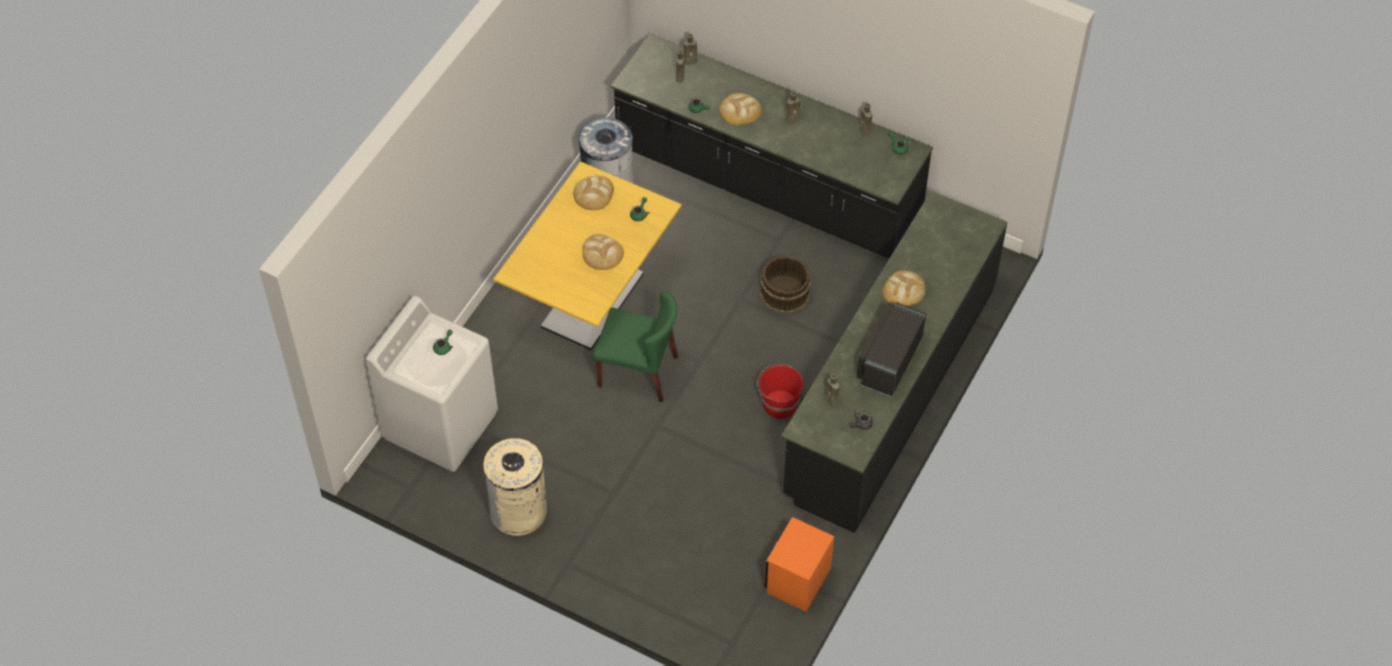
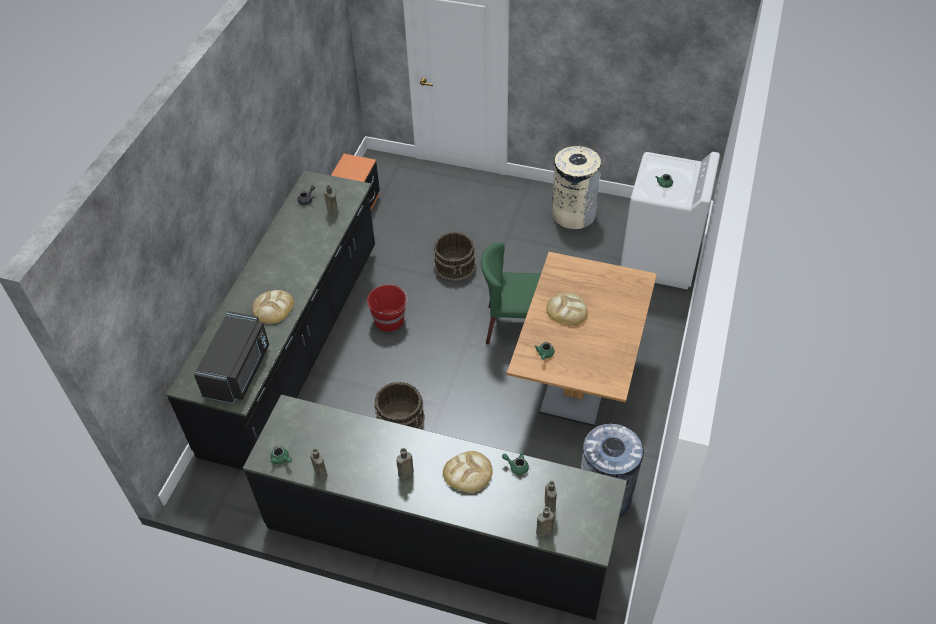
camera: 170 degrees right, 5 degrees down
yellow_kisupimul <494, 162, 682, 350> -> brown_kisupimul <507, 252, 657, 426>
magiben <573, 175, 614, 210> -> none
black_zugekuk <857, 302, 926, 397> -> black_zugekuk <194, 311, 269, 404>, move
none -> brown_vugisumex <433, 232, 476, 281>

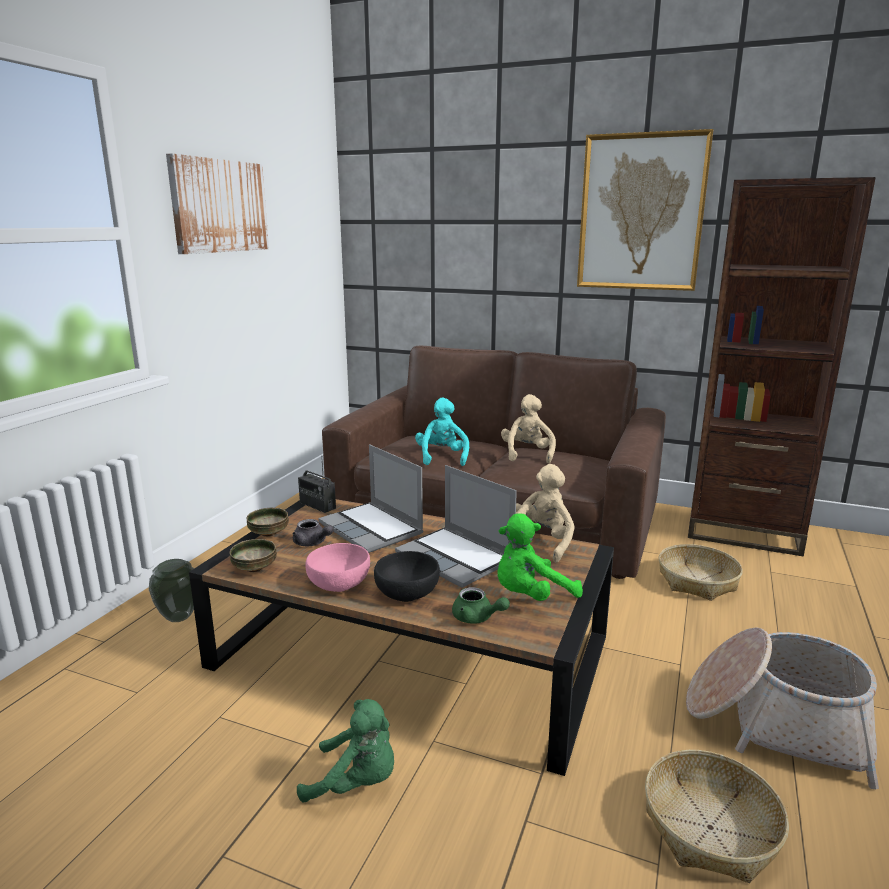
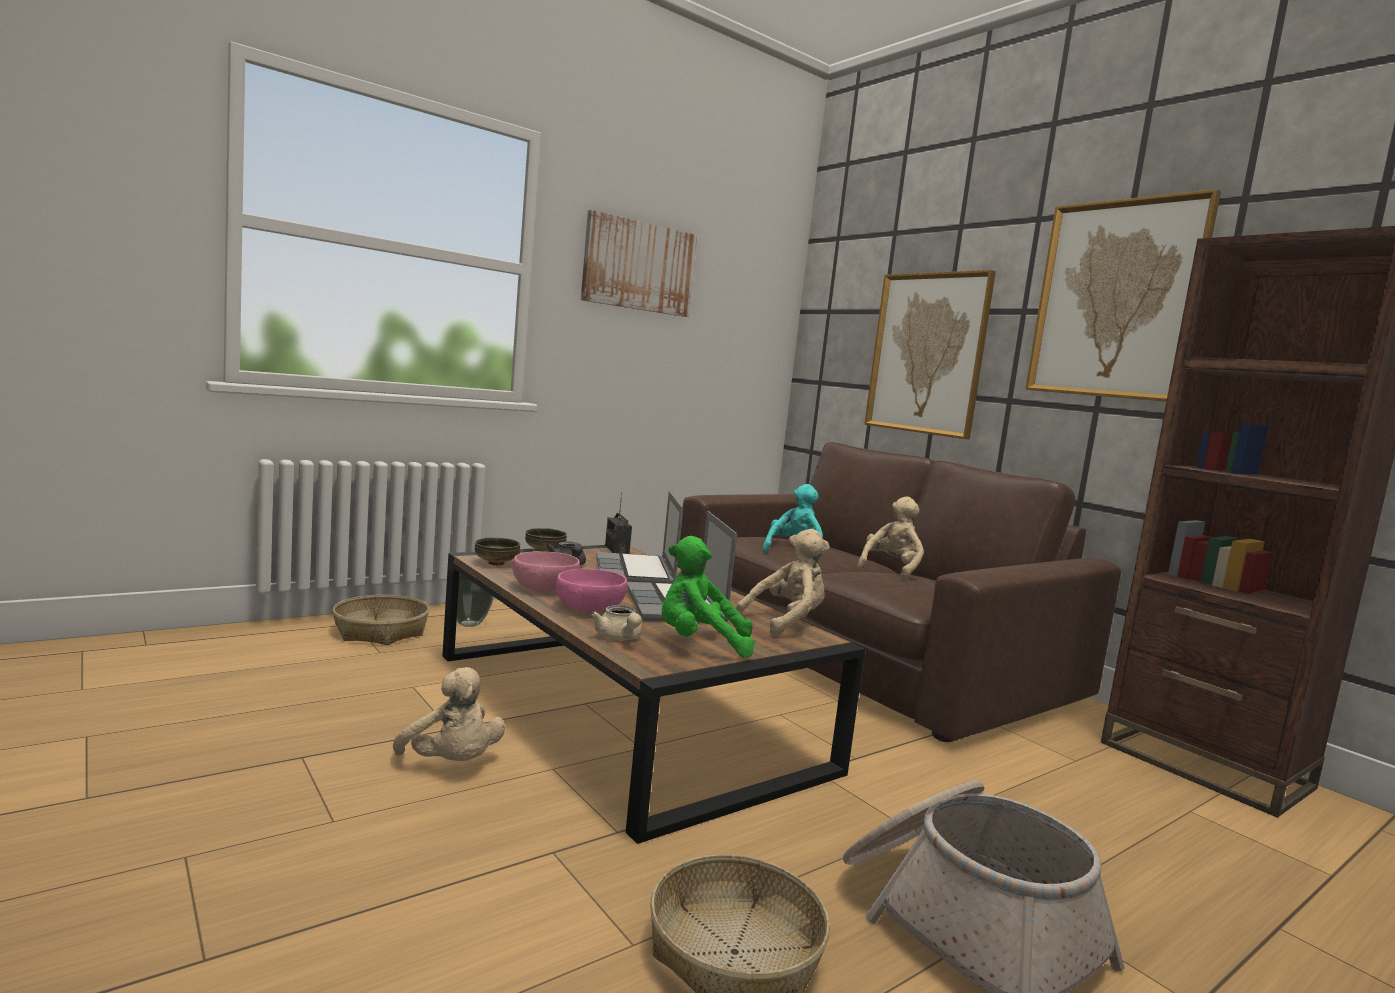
camera: 30 degrees right, 10 degrees down
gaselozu <659, 544, 743, 601> -> gaselozu <333, 595, 429, 645>, move
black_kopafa <374, 551, 440, 602> -> pink_kopafa <556, 569, 628, 613>
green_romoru <452, 587, 510, 624> -> beige_romoru <591, 605, 642, 640>
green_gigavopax <297, 699, 394, 803> -> beige_gigavopax <393, 667, 505, 761>
none -> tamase <864, 270, 996, 439>

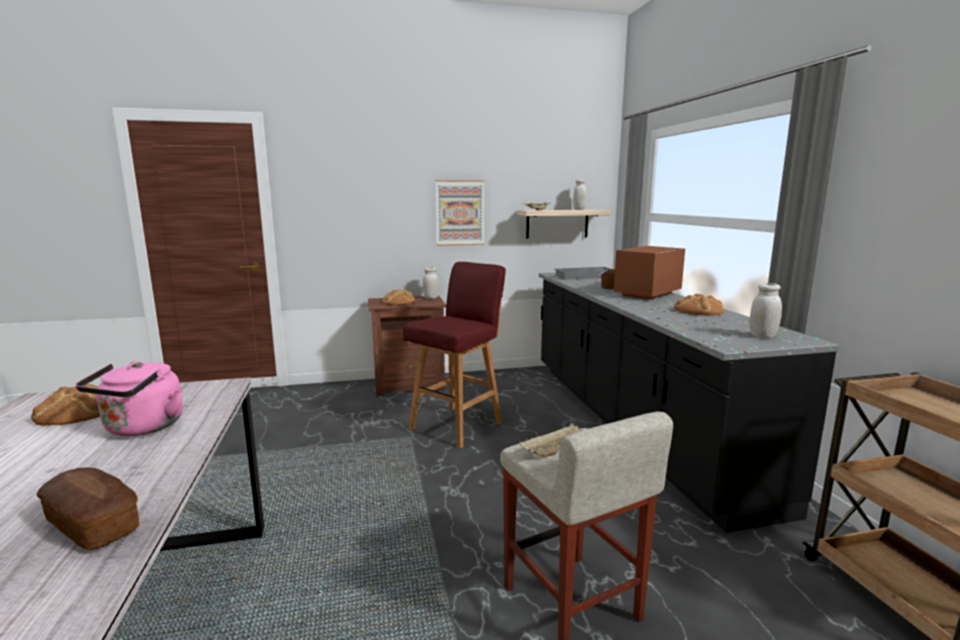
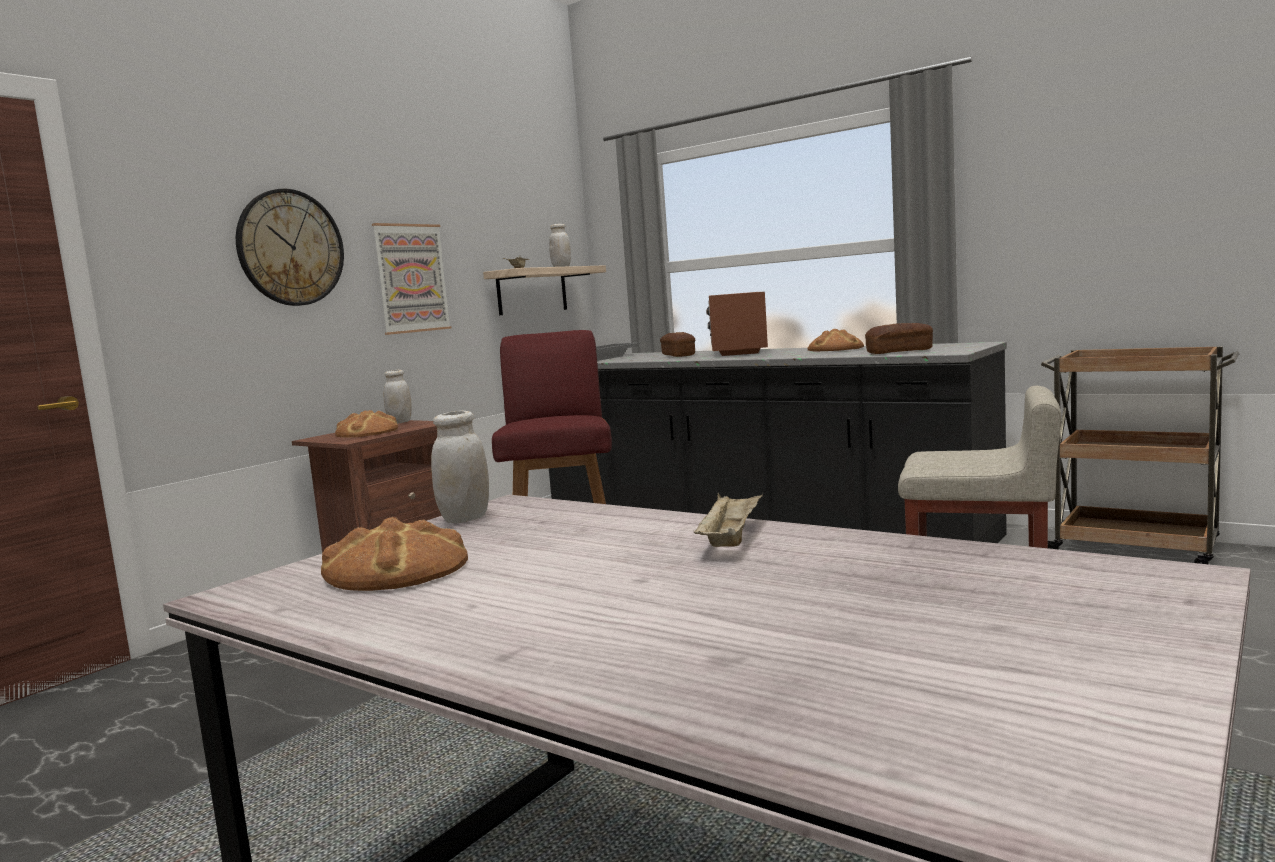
camera: 40 degrees left, 5 degrees down
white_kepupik <749, 283, 782, 338> -> white_kepupik <431, 411, 489, 523>, move
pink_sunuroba <75, 361, 183, 436> -> none
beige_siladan <519, 423, 582, 457> -> beige_siladan <694, 493, 763, 547>, move
magiben <36, 467, 139, 550> -> magiben <865, 323, 933, 354>, move
none -> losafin <236, 189, 344, 306>

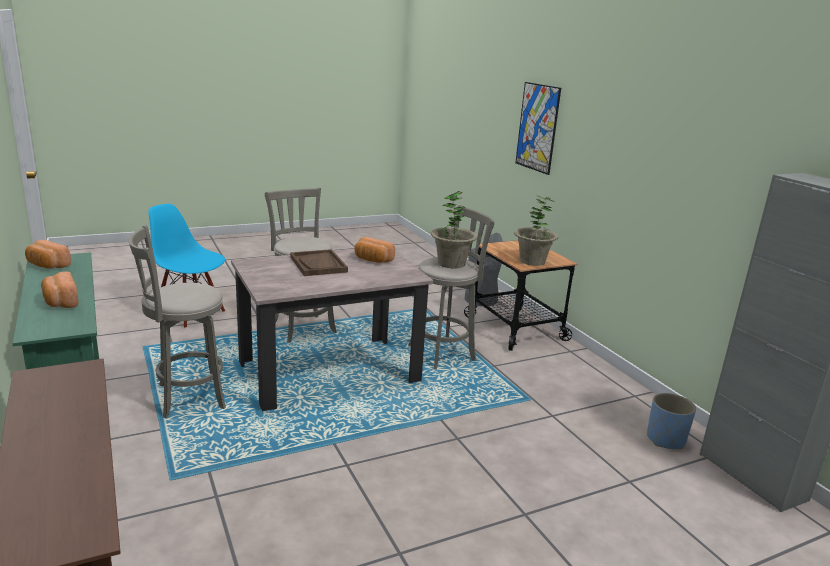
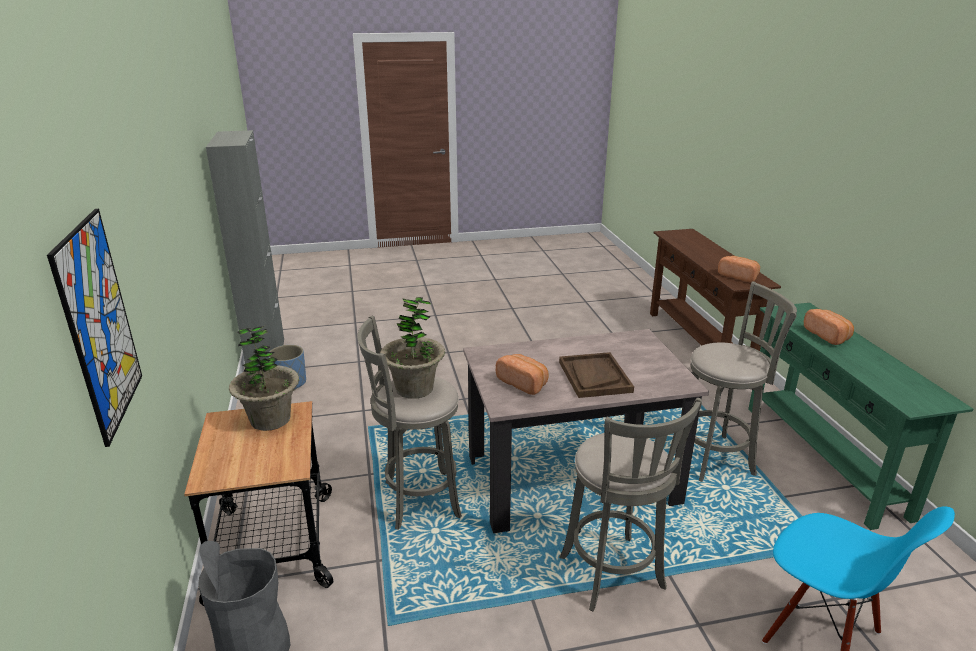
camera: 165 degrees left, 5 degrees up
magiben <25, 240, 71, 269> -> magiben <718, 256, 760, 282>, move

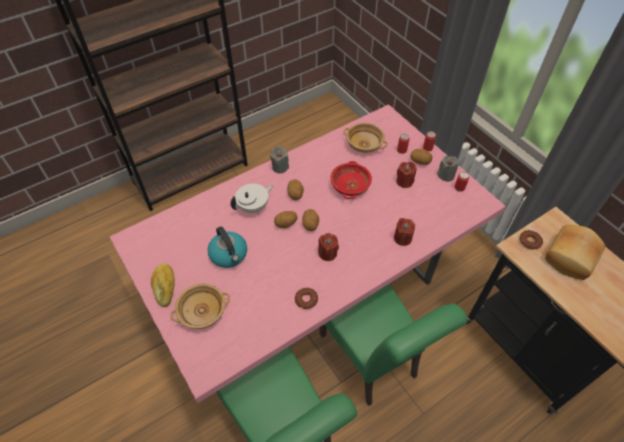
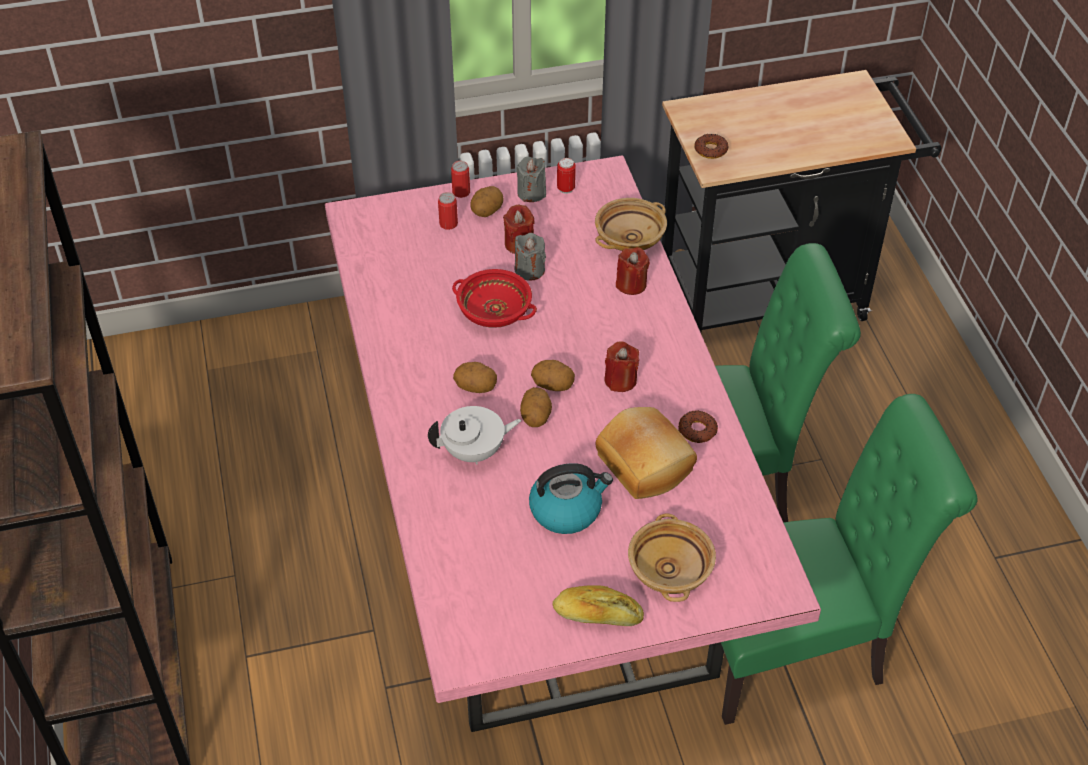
camera: 70 degrees left, 5 degrees down
beige_kopafa <344, 123, 388, 153> -> beige_kopafa <595, 198, 667, 251>, move
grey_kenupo <270, 146, 289, 173> -> grey_kenupo <515, 233, 546, 281>, move
white_romoru <230, 184, 274, 213> -> white_romoru <428, 406, 521, 465>, 90 degrees clockwise
magiben <545, 225, 605, 280> -> magiben <595, 407, 697, 499>, move

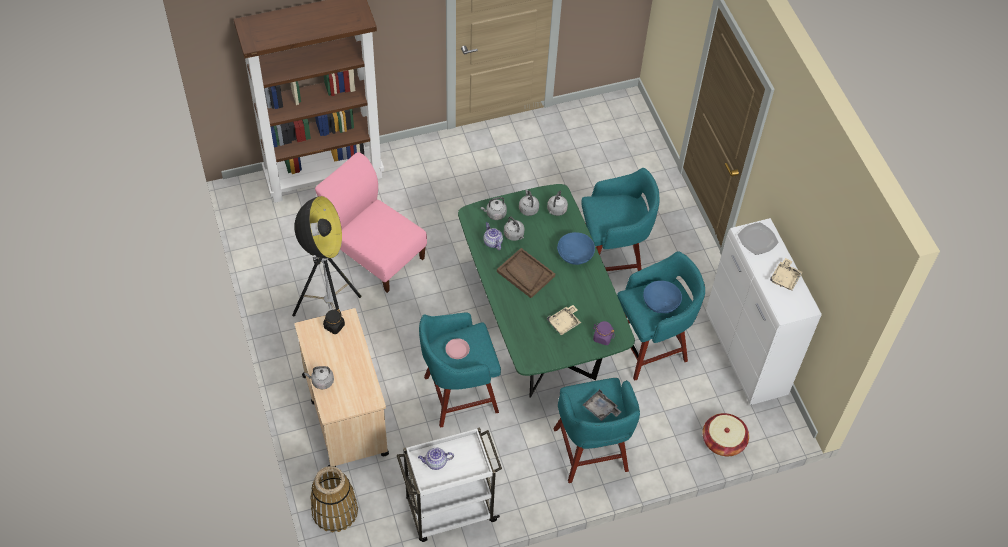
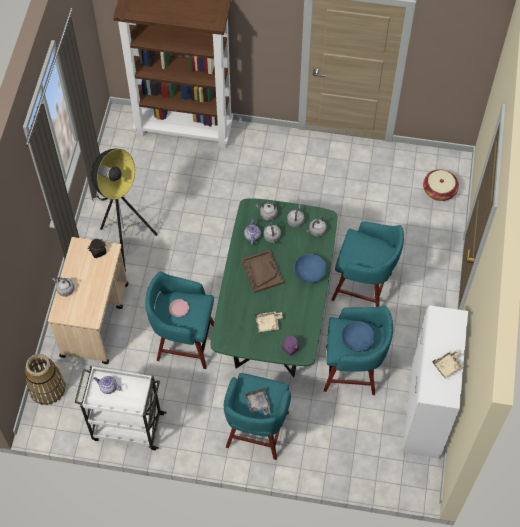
camera: 30 degrees right, 5 degrees up
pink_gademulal <315, 152, 427, 293> -> none
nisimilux <738, 222, 779, 255> -> none
gaselozu <702, 413, 749, 456> -> gaselozu <423, 169, 459, 201>, move

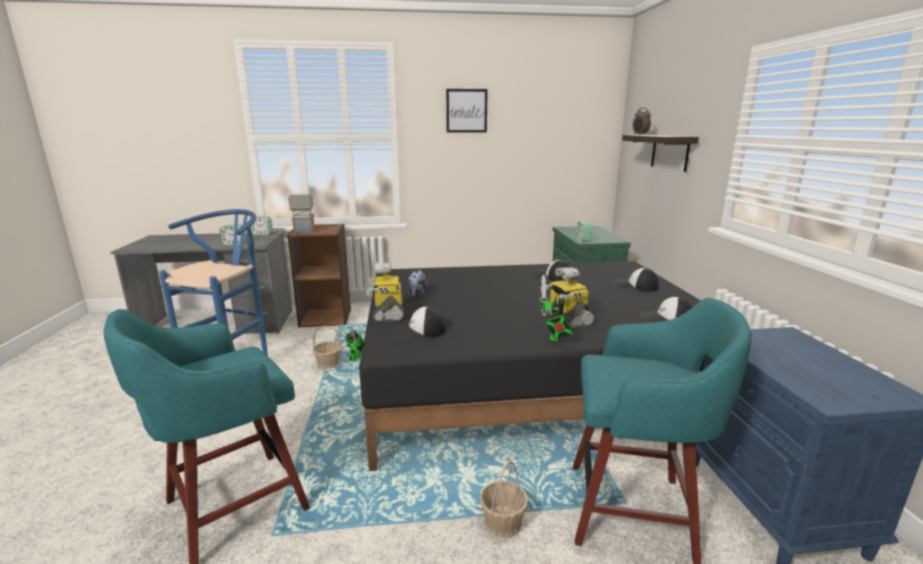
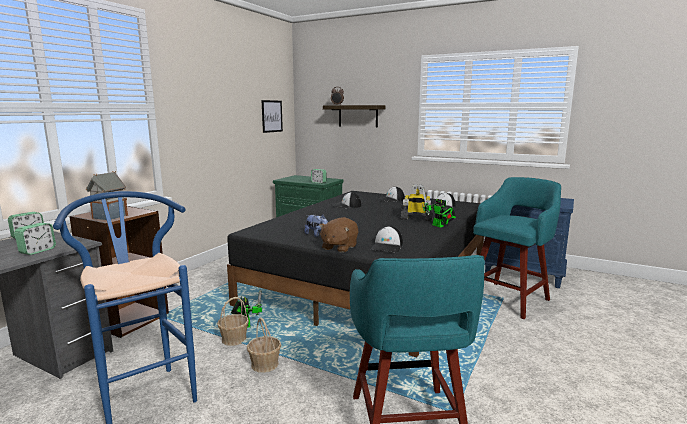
camera: 55 degrees left, 5 degrees down
tamase <446, 89, 488, 132> -> tamase <262, 100, 283, 133>, move
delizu <366, 263, 404, 322> -> brown_gigavopax <319, 217, 358, 253>
gaselozu <480, 460, 528, 538> -> gaselozu <247, 318, 281, 373>, move

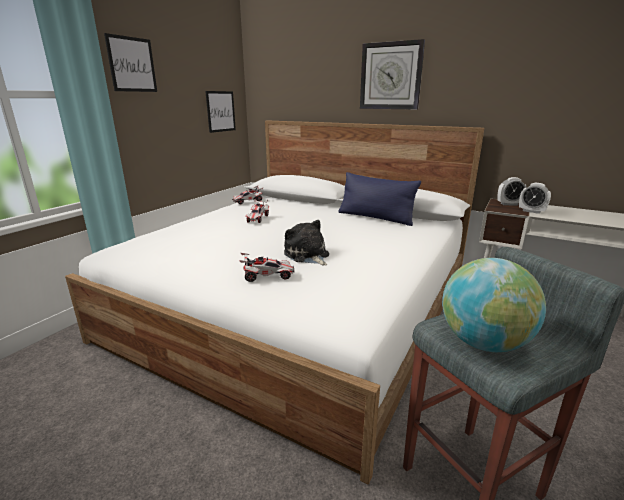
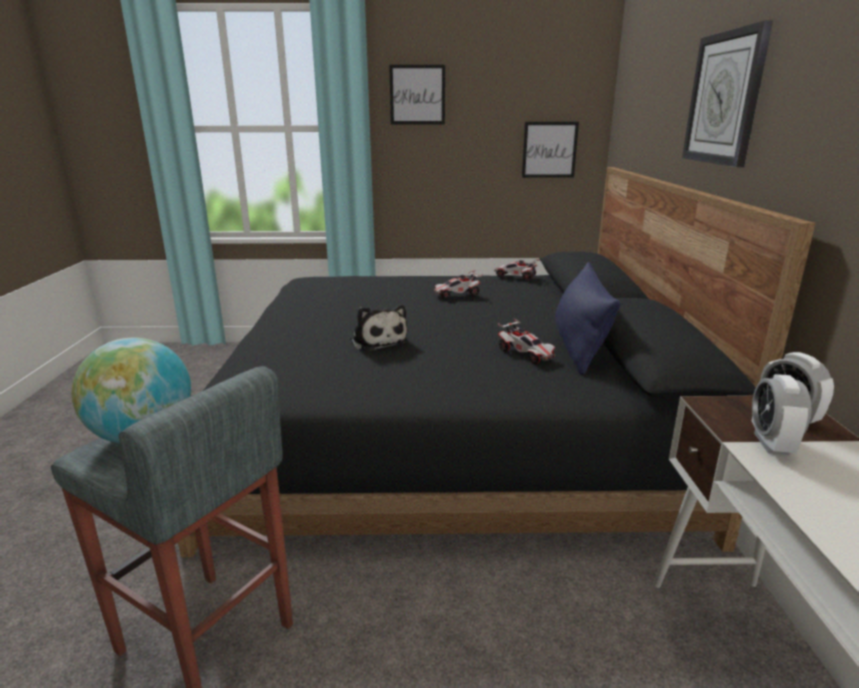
camera: 60 degrees right, 0 degrees up
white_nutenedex <65, 120, 484, 485> -> black_nutenedex <178, 167, 816, 557>
gigavopax <284, 220, 329, 266> -> gigavopax <350, 305, 408, 352>, 120 degrees clockwise
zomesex <239, 253, 295, 282> -> zomesex <497, 318, 556, 364>, move

